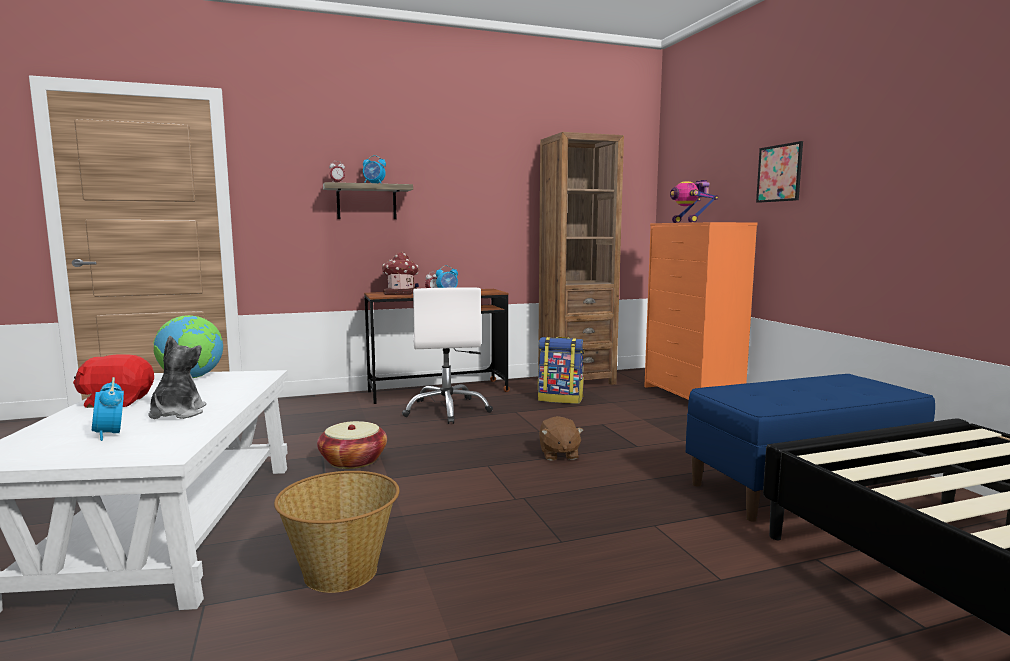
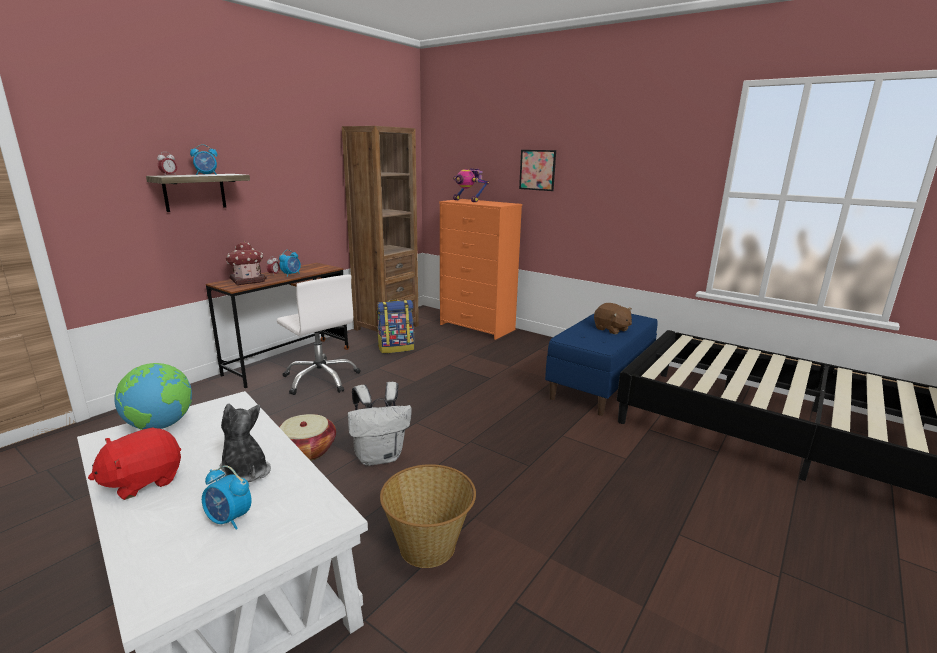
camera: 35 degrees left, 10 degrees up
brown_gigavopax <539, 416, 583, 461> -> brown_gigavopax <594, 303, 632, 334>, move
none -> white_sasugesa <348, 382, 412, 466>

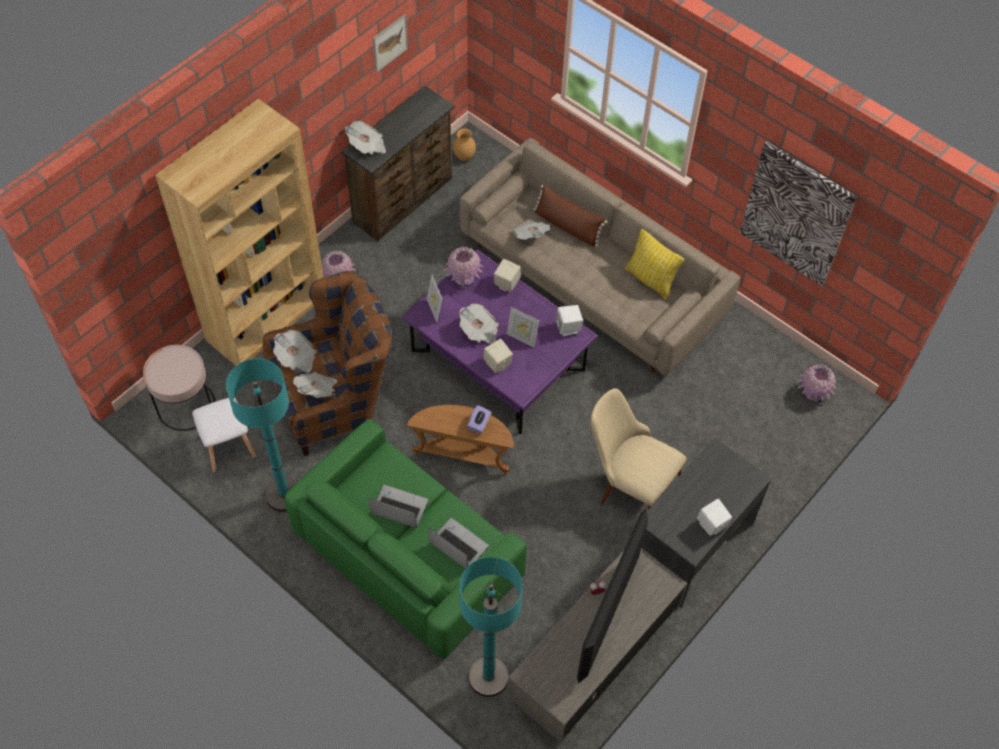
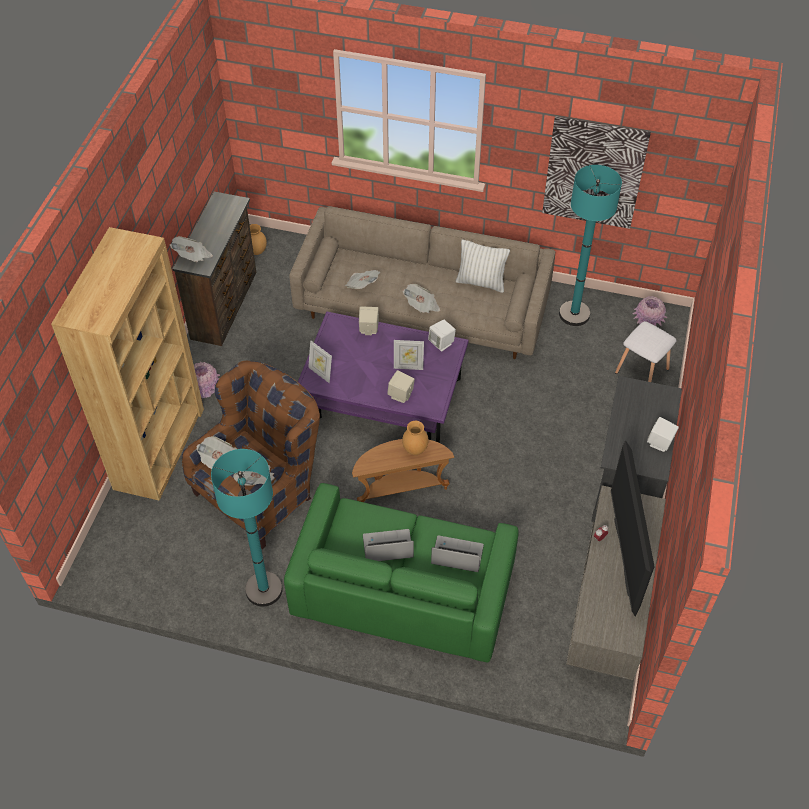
camera: 25 degrees left, 5 degrees down
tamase <373, 14, 408, 72> -> none
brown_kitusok <533, 185, 607, 247> -> none
yellow_kitusok <625, 229, 684, 299> -> white_kitusok <456, 239, 510, 293>
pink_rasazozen <444, 246, 484, 286> -> none
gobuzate <459, 304, 499, 344> -> gobuzate <403, 284, 440, 313>, move
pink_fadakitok <143, 345, 215, 431> -> none
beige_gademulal <591, 388, 686, 509> -> none
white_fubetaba <192, 397, 256, 473> -> white_fubetaba <615, 321, 676, 382>, move
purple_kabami <467, 405, 491, 434> -> brown_rasazozen <402, 421, 428, 455>
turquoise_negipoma <460, 557, 523, 697> -> turquoise_negipoma <559, 165, 622, 326>, move

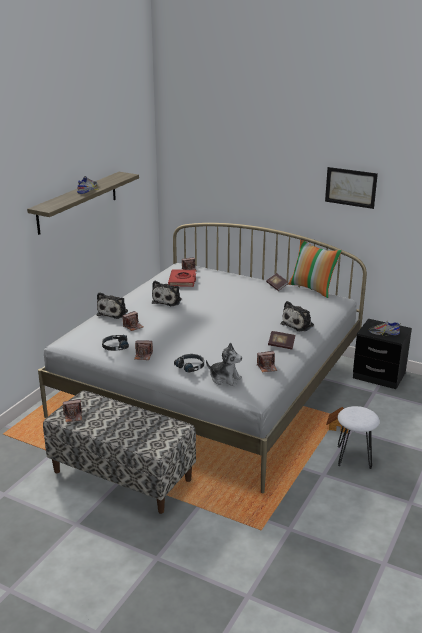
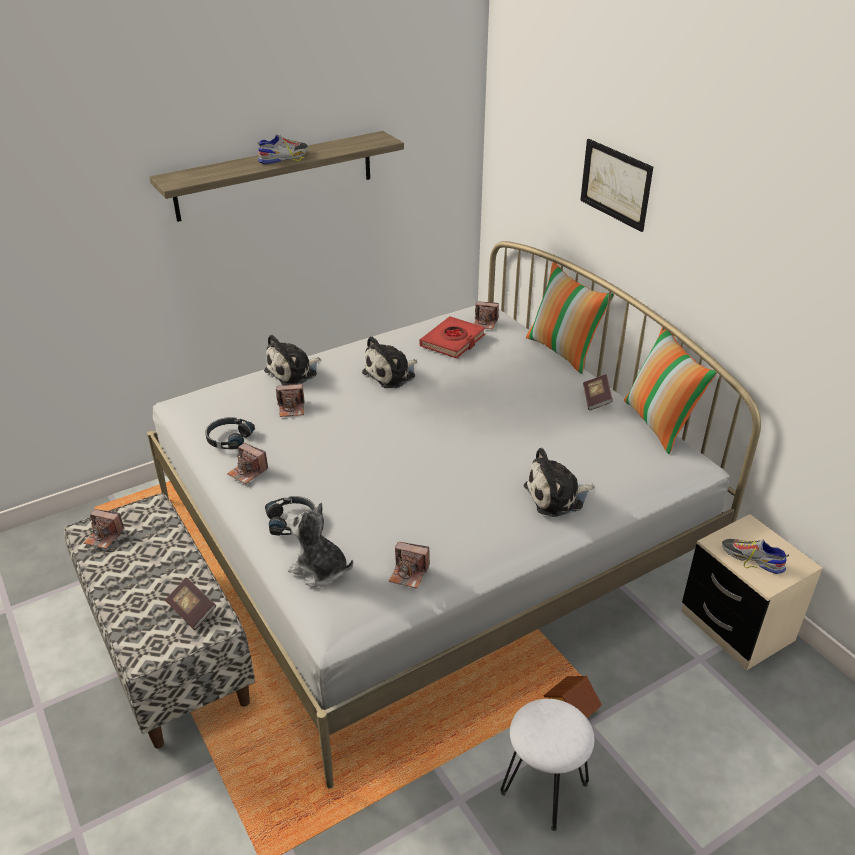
camera: 30 degrees right, 10 degrees up
tamase <325, 167, 378, 209> -> tamase <580, 139, 653, 232>, move
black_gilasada <353, 319, 412, 389> -> beige_gilasada <682, 514, 823, 670>
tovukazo <268, 331, 295, 350> -> tovukazo <165, 577, 216, 630>, move
gigavopax <206, 342, 242, 386> -> gigavopax <286, 502, 353, 587>, 150 degrees clockwise
none -> kitusok <526, 262, 614, 374>

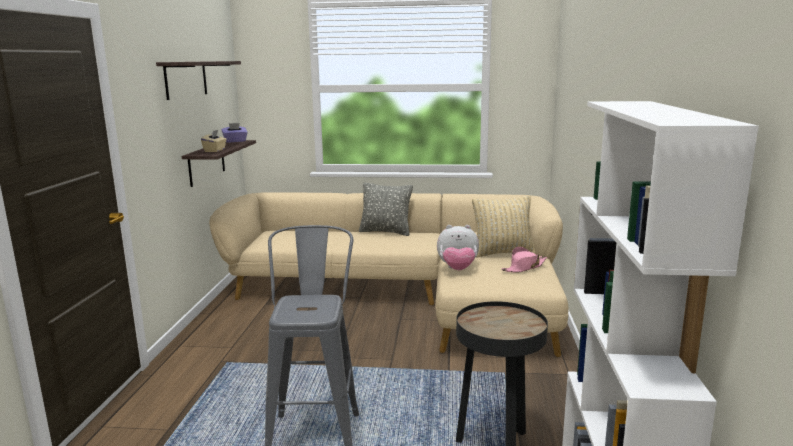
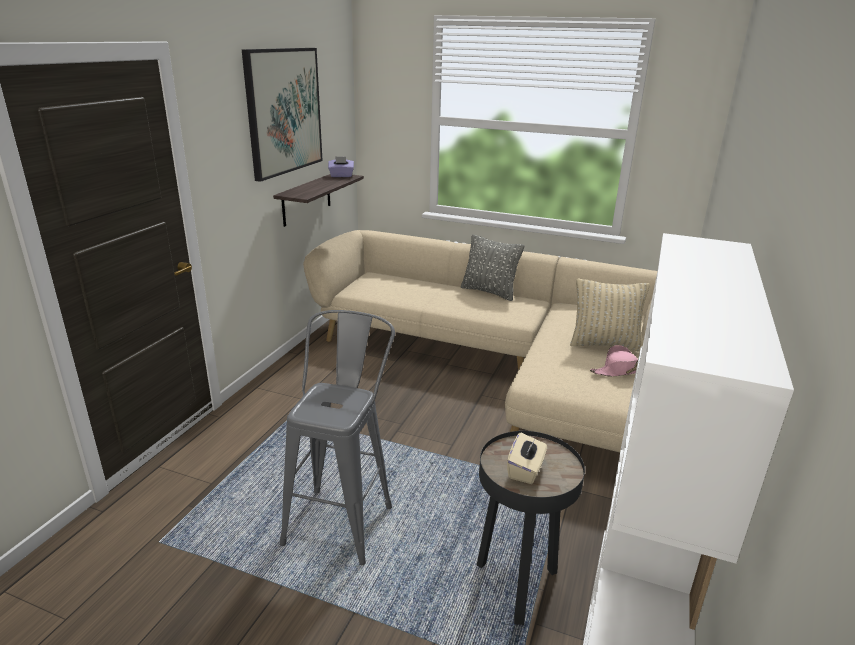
camera: 15 degrees right, 10 degrees up
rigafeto <156, 61, 241, 100> -> tamase <242, 48, 323, 182>
beige_kabami <201, 130, 226, 152> -> beige_kabami <507, 433, 547, 484>, move
gigavopax <437, 225, 479, 270> -> none

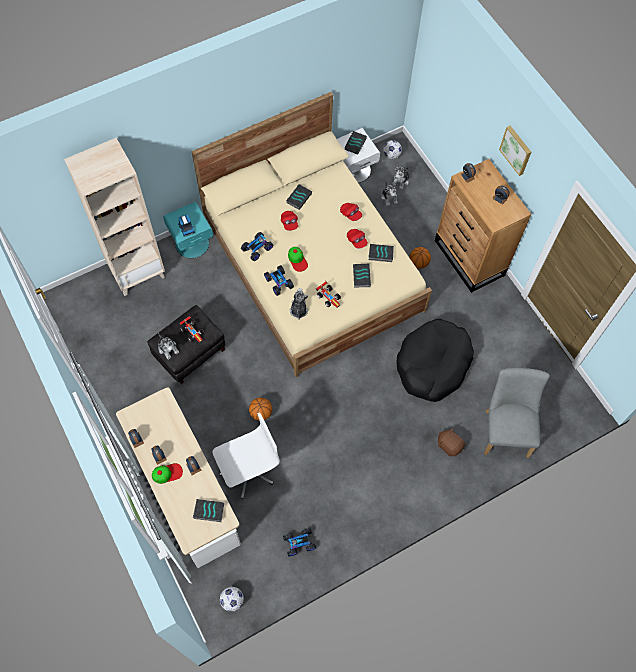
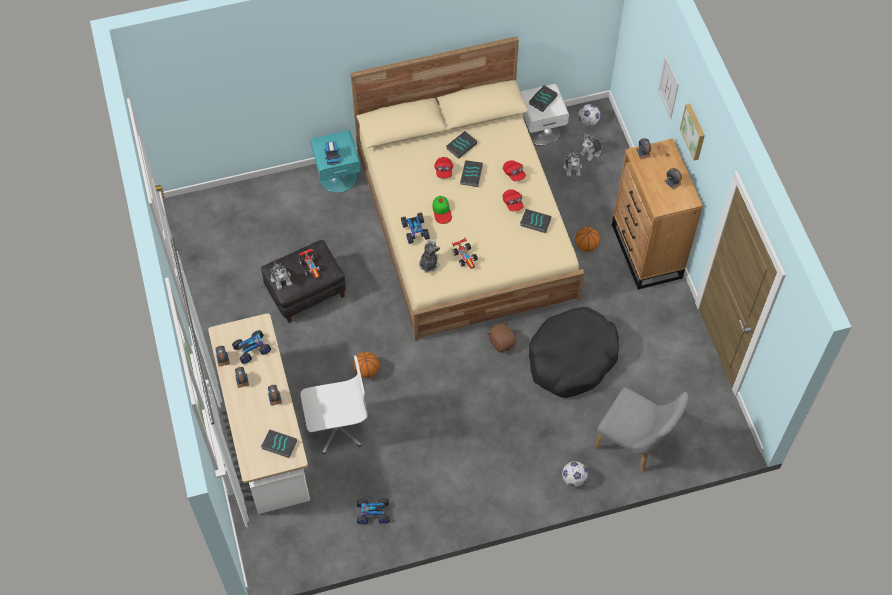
camera: 15 degrees right, 5 degrees down
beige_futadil <64, 138, 165, 296> -> none
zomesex <241, 232, 273, 261> -> zomesex <232, 330, 271, 364>, move
tovukazo <353, 264, 371, 288> -> tovukazo <460, 160, 483, 187>, move
grey_gademulal <484, 368, 550, 458> -> grey_gademulal <595, 387, 688, 472>, 105 degrees clockwise
brown_gigavopax <438, 428, 465, 456> -> brown_gigavopax <488, 322, 517, 353>, move
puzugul <152, 463, 183, 484> -> none
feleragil <220, 587, 244, 612> -> feleragil <562, 461, 588, 487>, move
none -> tamase <658, 56, 679, 118>

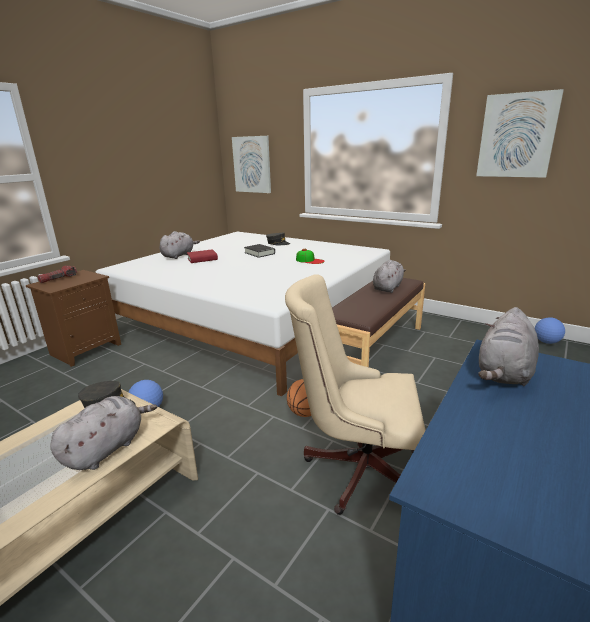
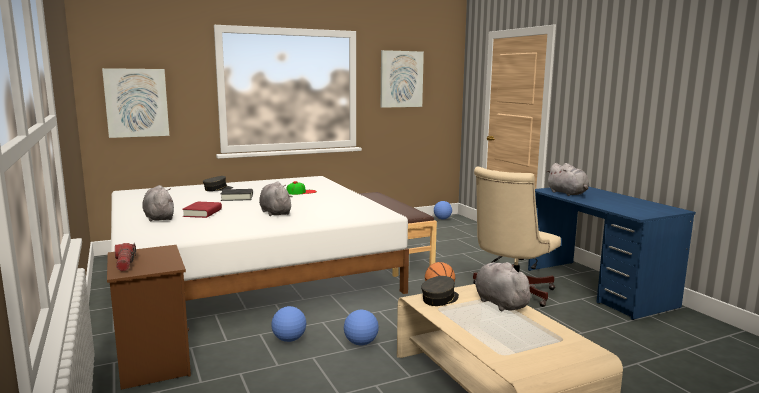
camera: 60 degrees left, 10 degrees down
grey_gigavopax <373, 260, 406, 293> -> grey_gigavopax <259, 181, 293, 216>, move
none -> feleragil <271, 306, 306, 342>

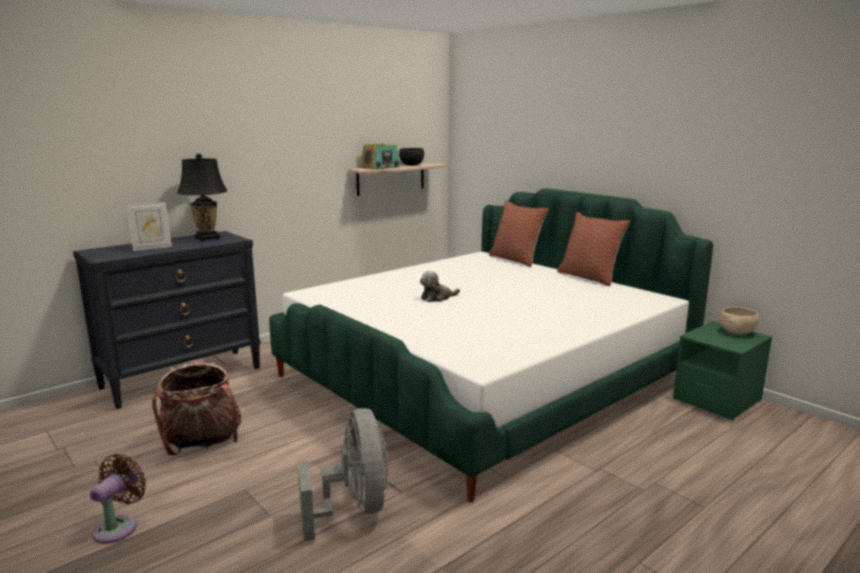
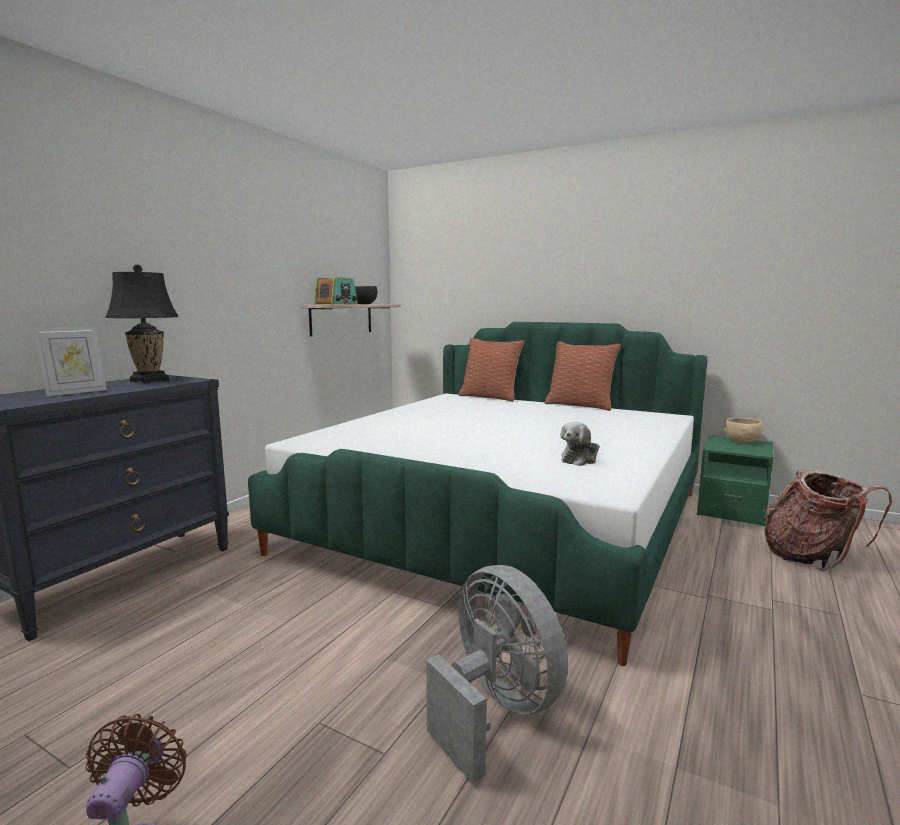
camera: 20 degrees left, 5 degrees down
gigavopax <420, 271, 460, 302> -> gigavopax <560, 422, 599, 466>, move
sasugesa <152, 360, 241, 455> -> sasugesa <764, 470, 892, 571>, move

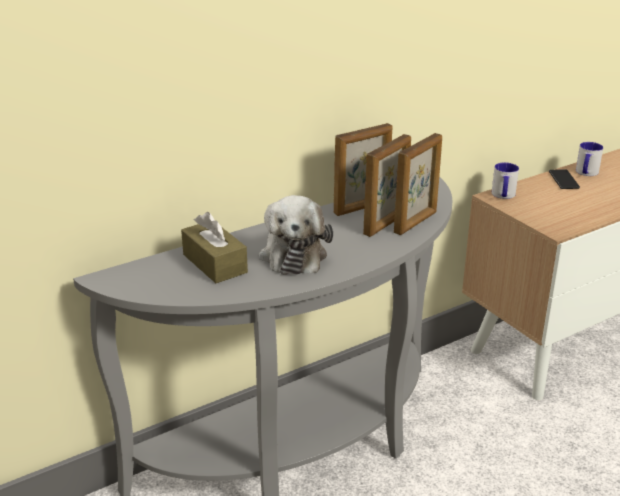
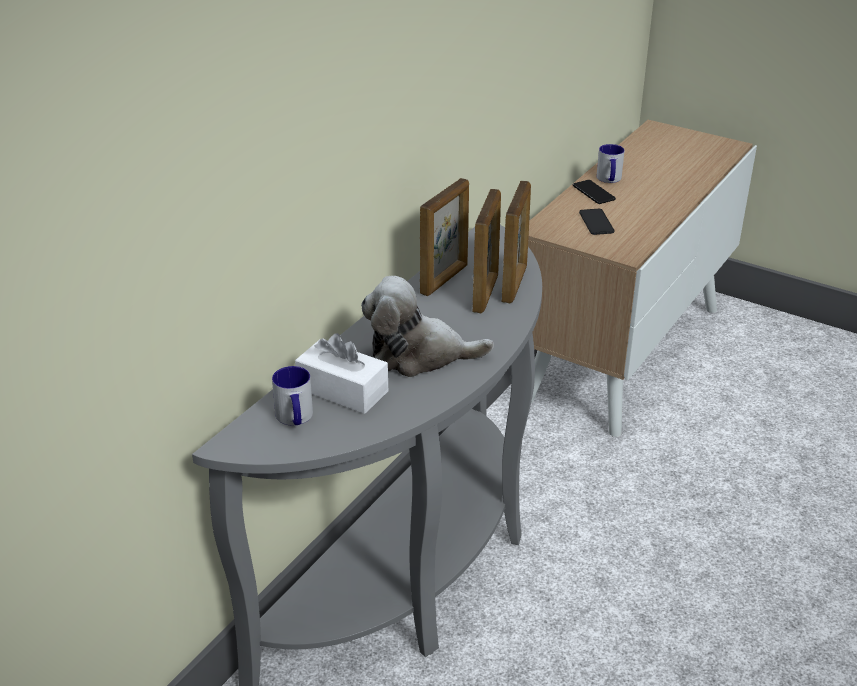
camera: 25 degrees left, 5 degrees up
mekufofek <492, 162, 519, 199> -> mekufofek <272, 366, 313, 425>, move
gigavopax <259, 195, 333, 275> -> gigavopax <361, 276, 494, 377>, 120 degrees clockwise
brown_kabami <181, 212, 248, 283> -> white_kabami <295, 333, 388, 414>
none -> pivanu <579, 209, 614, 235>

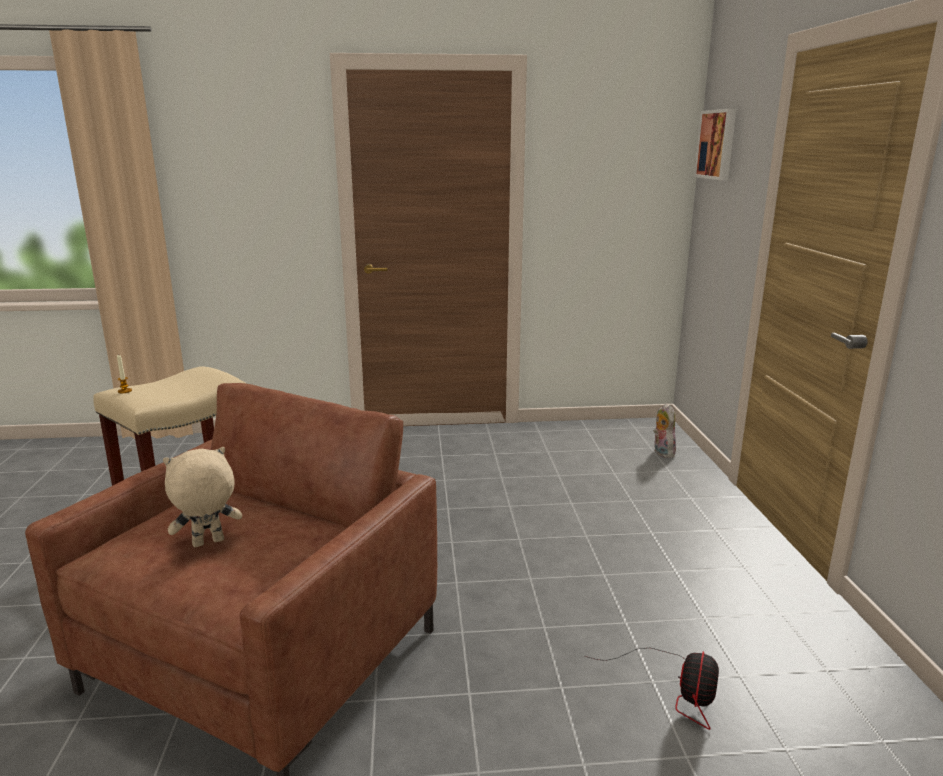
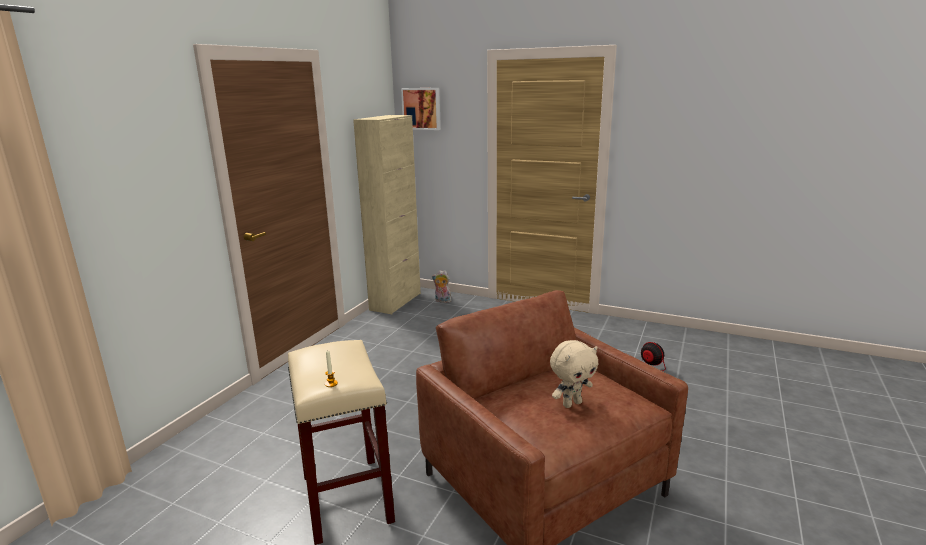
camera: 60 degrees left, 0 degrees up
beige_gigavopax <163, 447, 242, 548> -> beige_gigavopax <550, 340, 599, 408>, 120 degrees counterclockwise
none -> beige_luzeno <353, 115, 421, 314>

